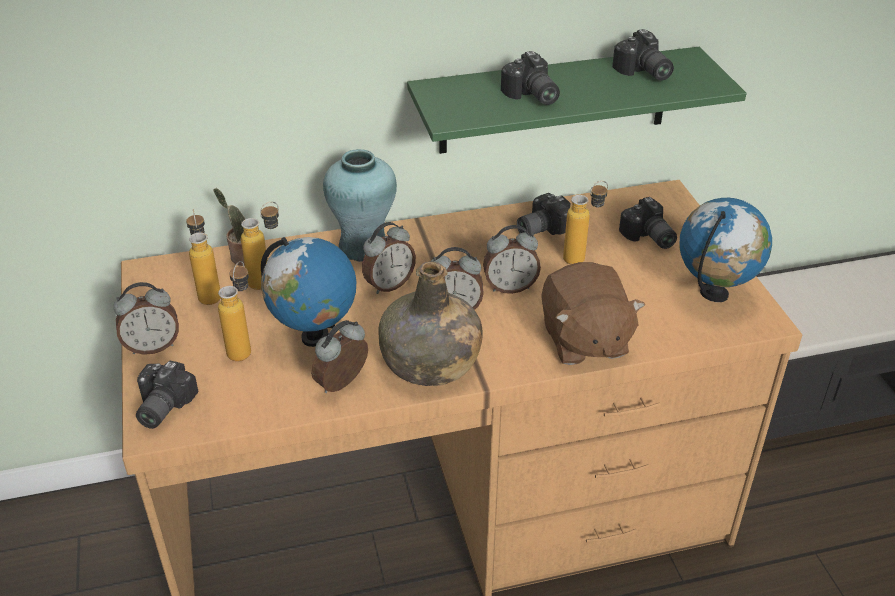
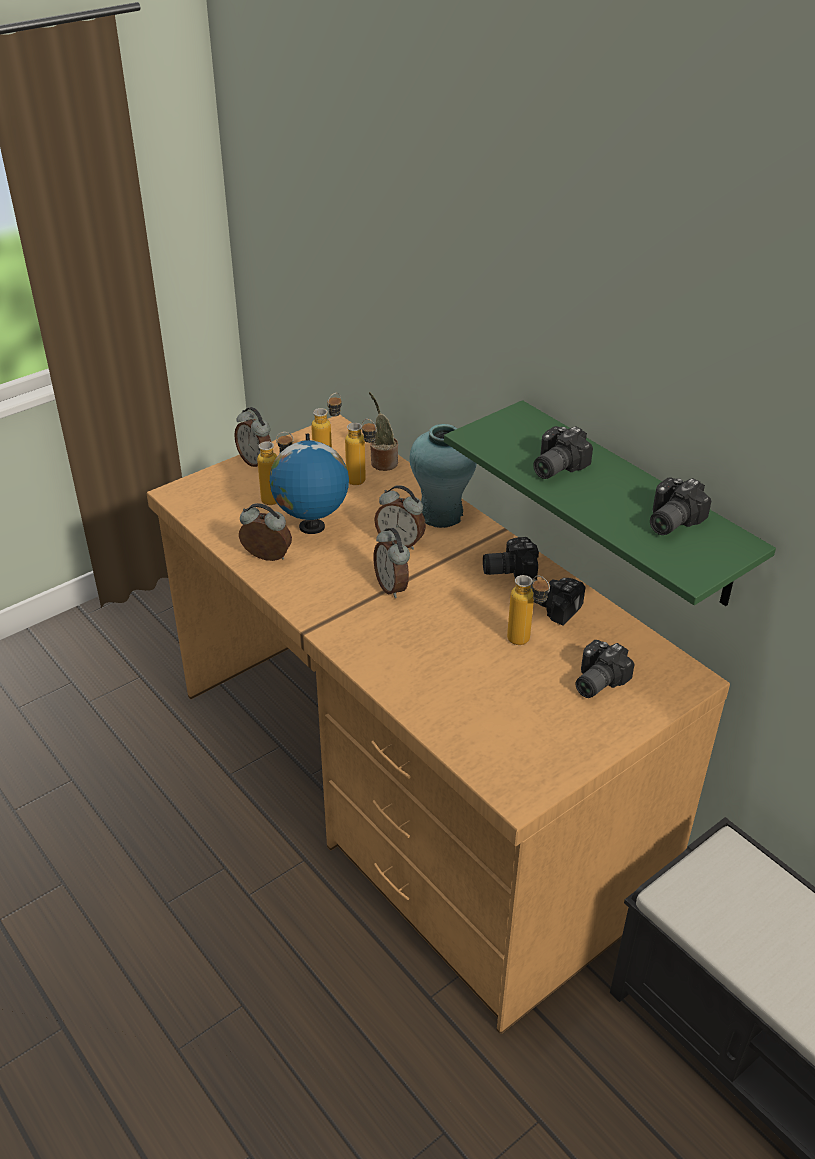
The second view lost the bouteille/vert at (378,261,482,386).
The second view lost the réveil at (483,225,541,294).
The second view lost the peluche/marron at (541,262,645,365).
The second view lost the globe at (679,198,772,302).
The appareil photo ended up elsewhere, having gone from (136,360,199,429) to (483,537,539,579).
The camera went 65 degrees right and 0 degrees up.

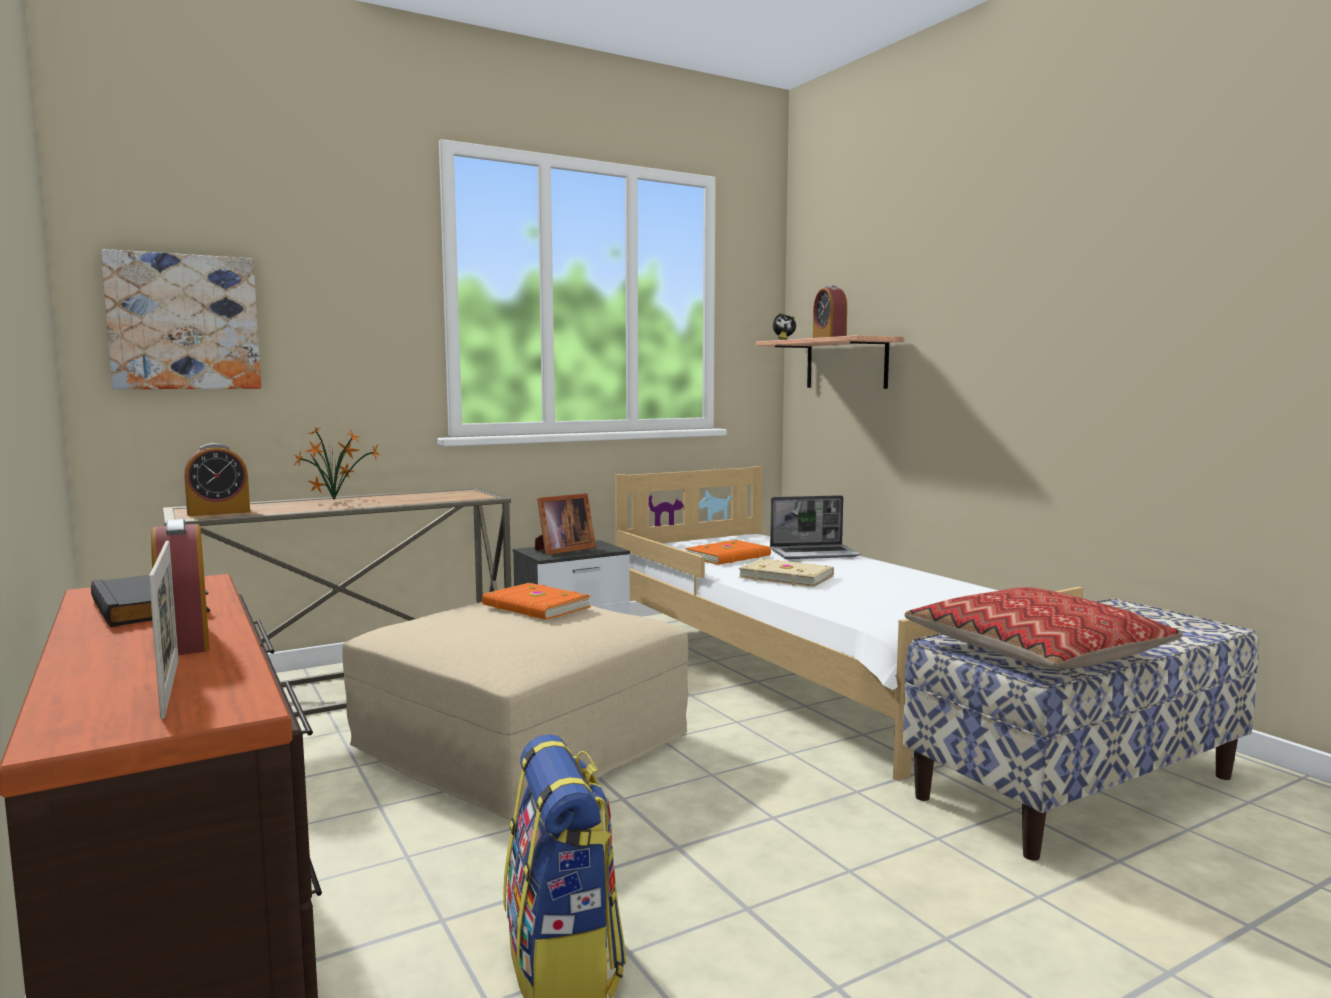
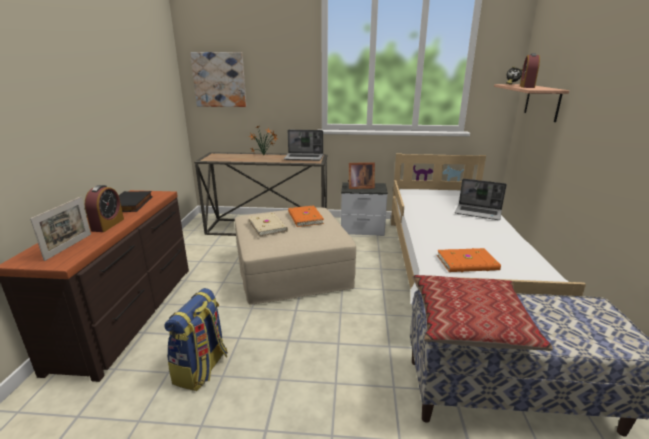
The second view lost the réveil at (184,443,250,516).
The second view gained the ordinateur portable at (284,130,323,161).
The livre/orange ended up elsewhere, having gone from (685,540,771,565) to (437,248,501,272).
The livre/beige ended up elsewhere, having gone from (739,559,834,587) to (249,213,288,237).
The camera went 35 degrees right and 15 degrees up.

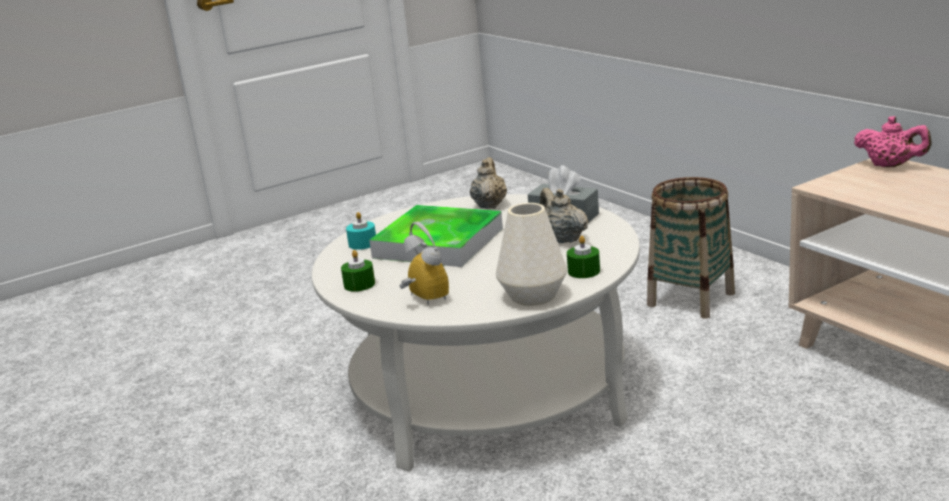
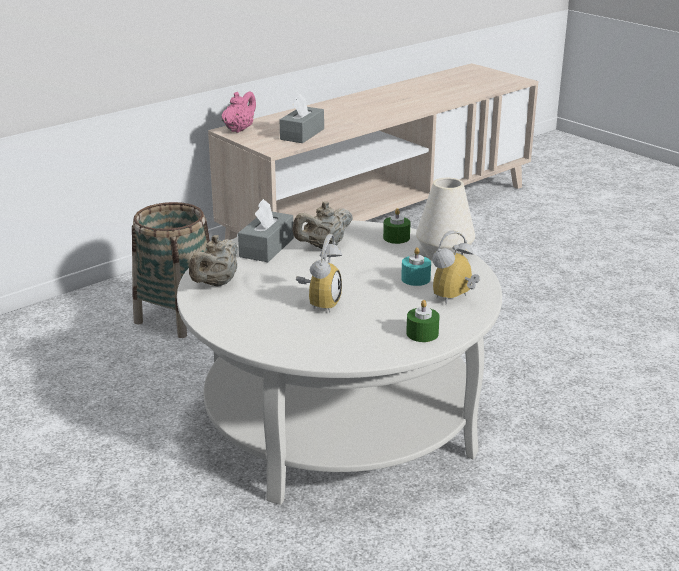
The second view gained the boîte à mouchoirs/gris at (280,94,324,143).
The bougie/turquoise ended up elsewhere, having gone from (346,212,376,250) to (401,247,431,286).
Where the plateau stood at (369,205,503,267), the réveil came to stand at (296,234,342,312).
The théière/beige at (470,157,507,209) ended up facing another way, 60 degrees counterclockwise from before.
The camera went 100 degrees left and 5 degrees up.

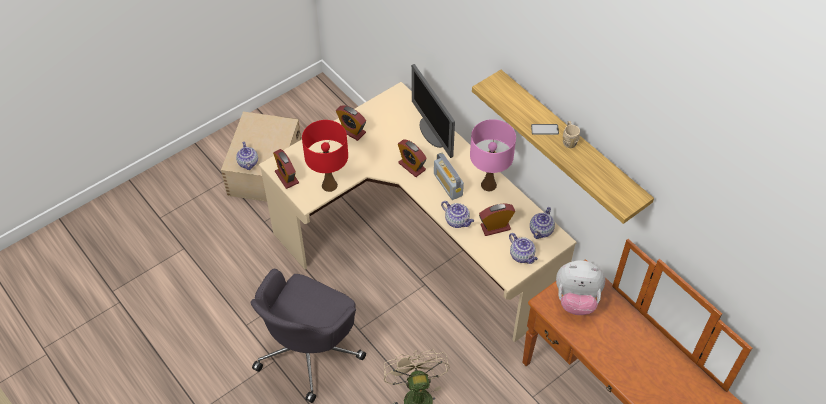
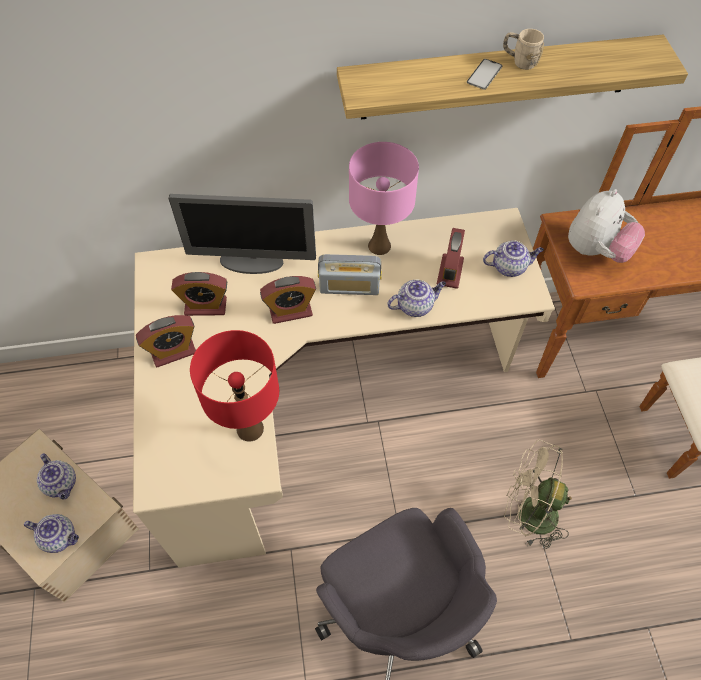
The réveil ended up elsewhere, having gone from (273,149,299,189) to (171,272,227,316).
The théière ended up elsewhere, having gone from (530,207,555,239) to (37,453,76,499).
The camera went 60 degrees left and 5 degrees up.

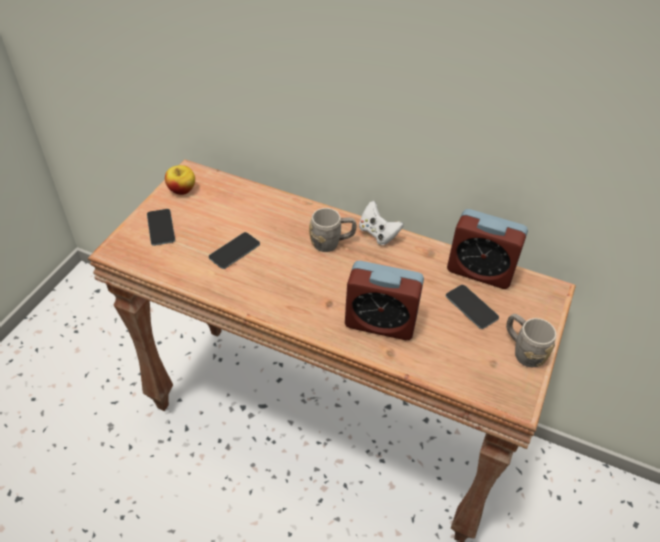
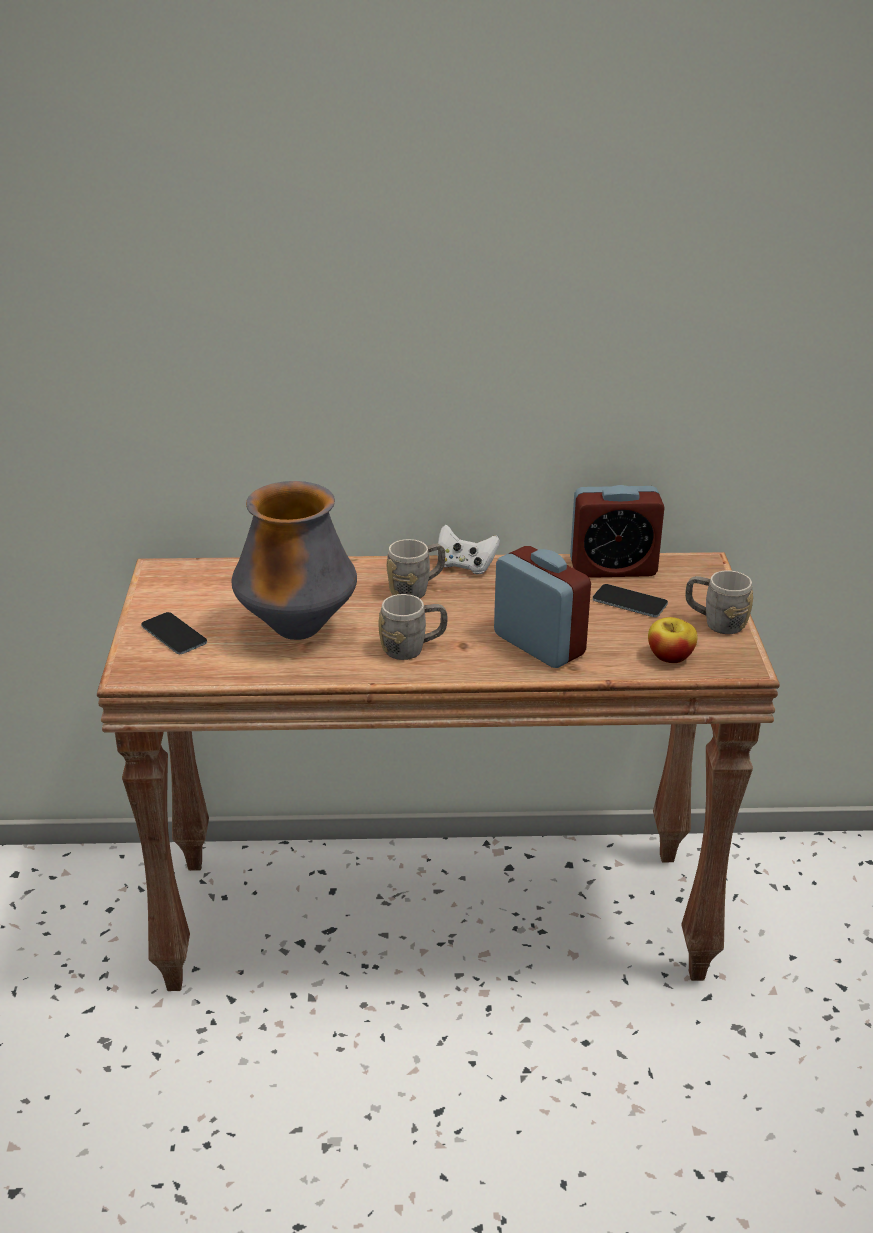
The second view gained the mug/gris at (378,594,448,660).
The pomme ended up elsewhere, having gone from (165,165,195,195) to (648,617,698,663).
Where the téléphone stood at (209,232,260,269), the vase came to stand at (232,481,357,640).
The réveil at (345,261,424,340) ended up facing another way, 120 degrees counterclockwise from before.
The camera went 25 degrees left and 15 degrees down.

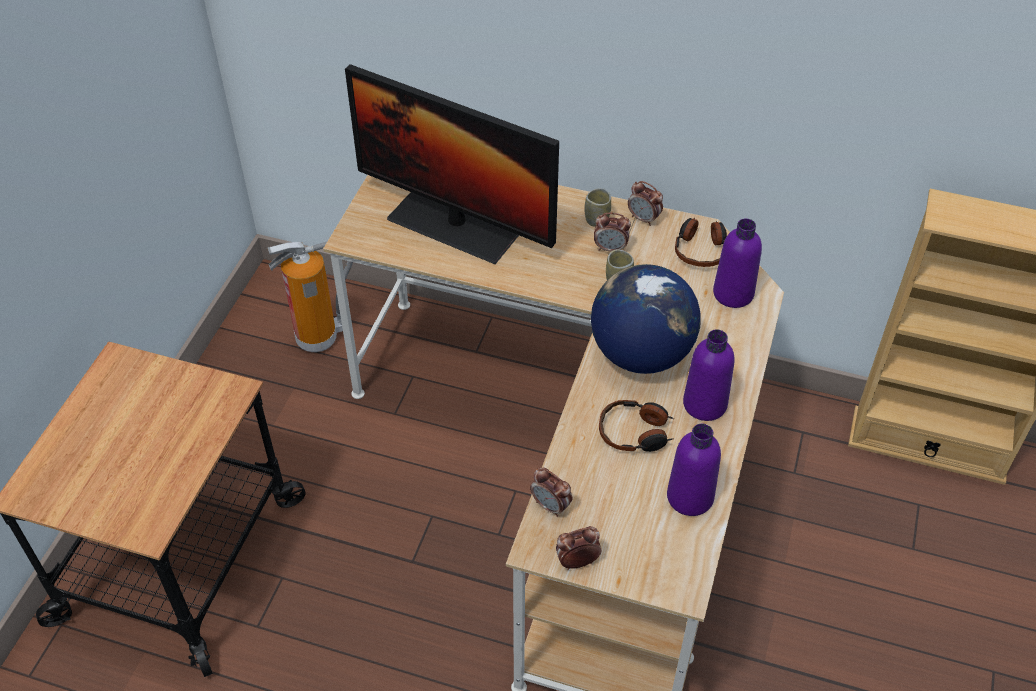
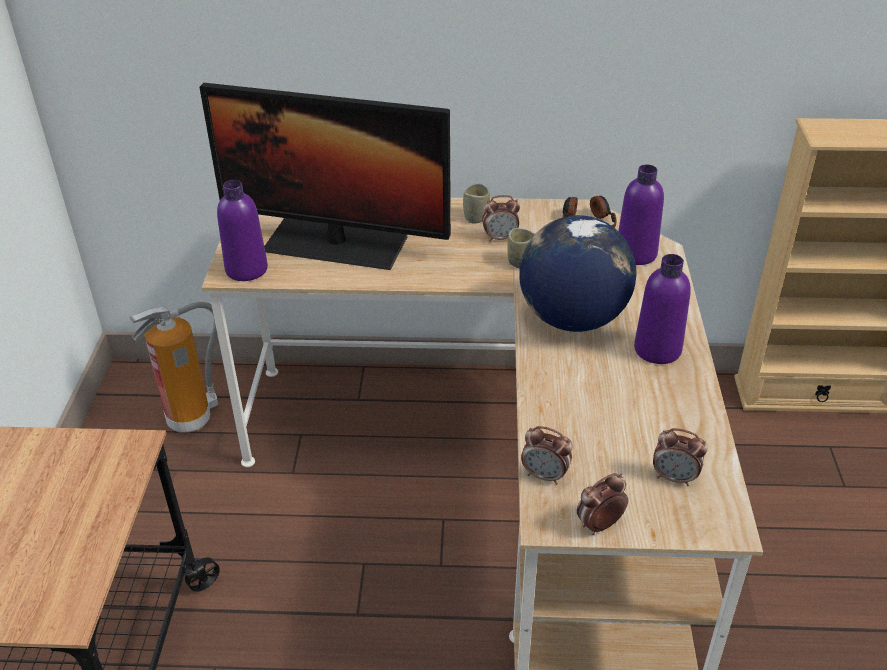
The second view lost the casque audio at (599,400,674,452).
The réveil ended up elsewhere, having gone from (628,181,663,226) to (653,428,708,486).
The bouteille/violet ended up elsewhere, having gone from (667,424,721,516) to (217,180,268,281).
The camera went 15 degrees left and 10 degrees down.

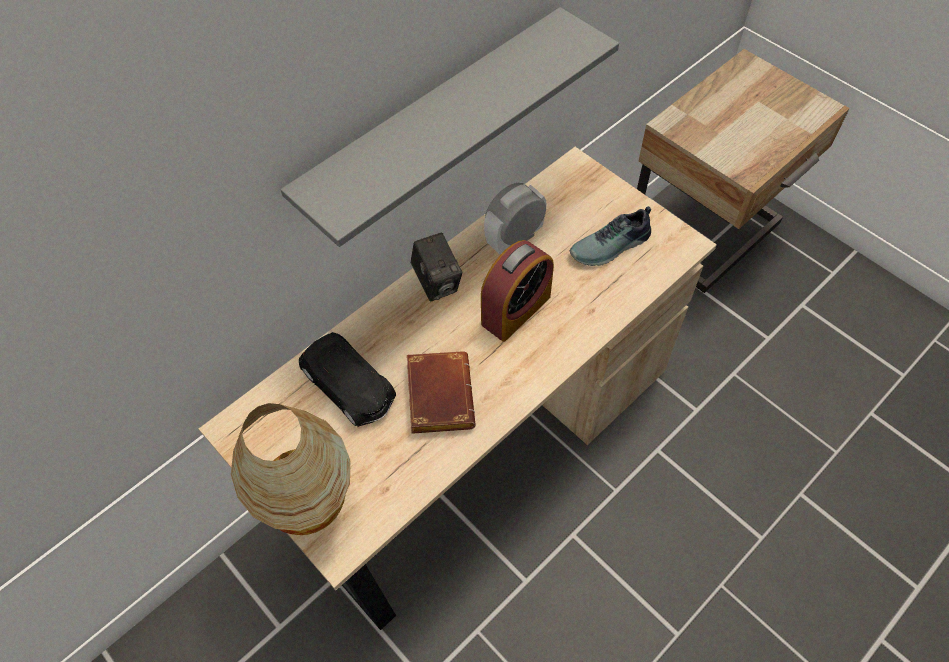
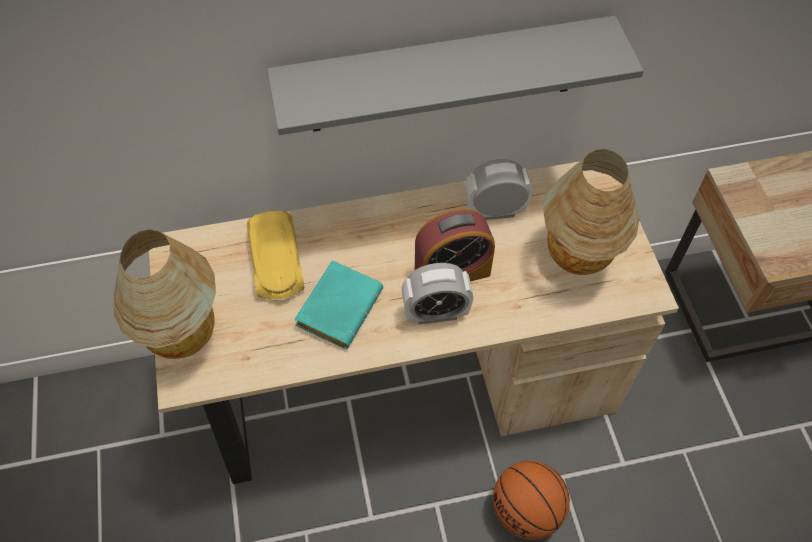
The second view lost the appareil photo at (411,233,462,301).
The second view gained the réveil at (402,263,473,325).
The second view gained the ballon de basket at (493,461,570,540).
Where the chaussure stood at (570,206,651,266), the lampe de table came to stand at (543,149,640,275).
What was the petite voiture/noir at (299,332,396,427) turned into the petite voiture/jaune at (247,211,304,301).
What was the livre/marron at (407,351,476,434) turned into the livre/turquoise at (294,260,383,349).
The camera went 30 degrees right and 0 degrees up.

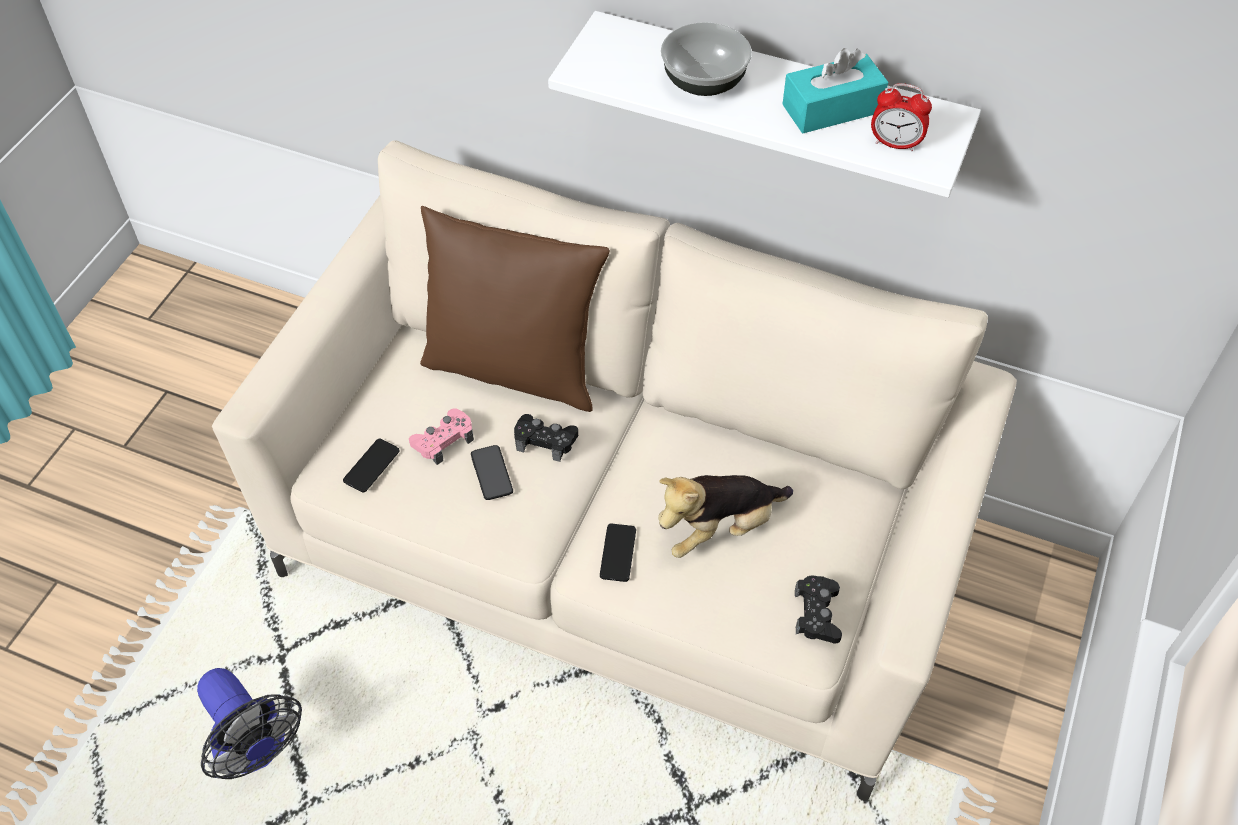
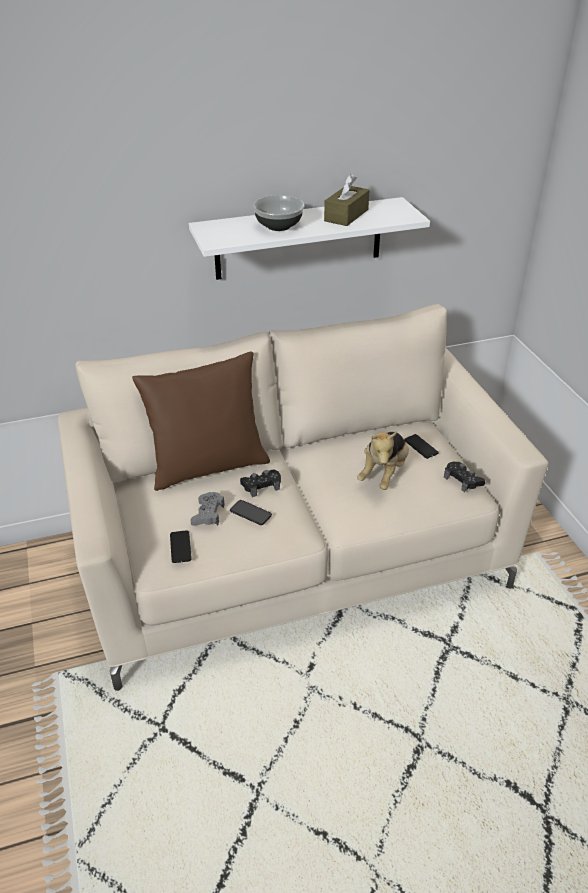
The second view lost the ventilateur at (197,668,302,779).
The second view lost the réveil at (871,83,932,151).
The téléphone ended up elsewhere, having gone from (600,524,636,582) to (404,434,439,459).
What was the manette/rose at (409,408,474,465) turned into the manette/gris at (190,492,225,526).
What was the boîte à mouchoirs/turquoise at (782,48,888,133) turned into the boîte à mouchoirs/marron at (324,174,370,226).
The camera went 40 degrees left and 15 degrees down.

